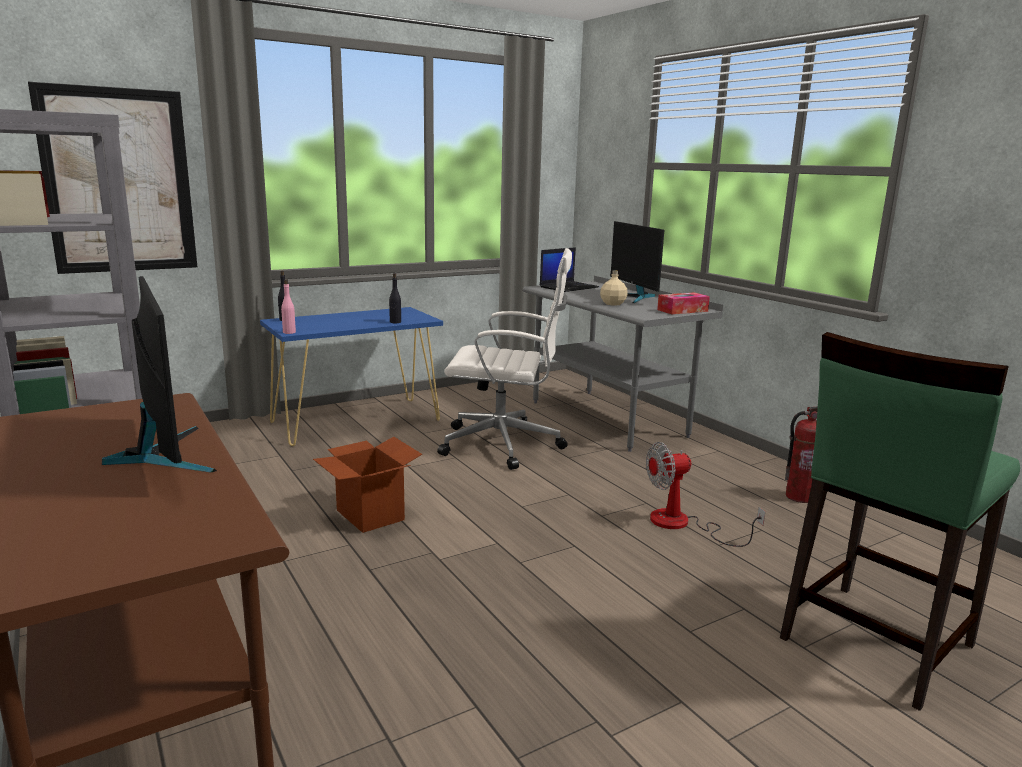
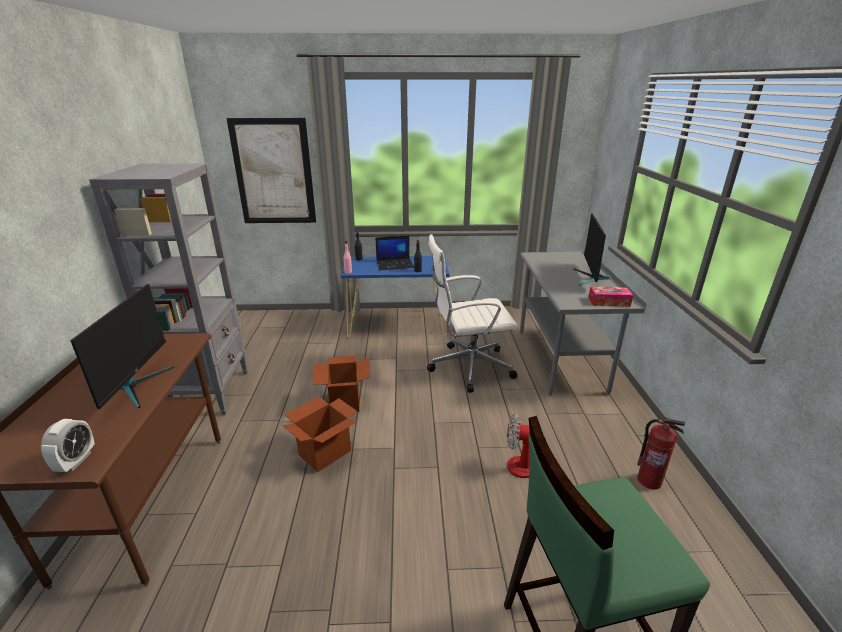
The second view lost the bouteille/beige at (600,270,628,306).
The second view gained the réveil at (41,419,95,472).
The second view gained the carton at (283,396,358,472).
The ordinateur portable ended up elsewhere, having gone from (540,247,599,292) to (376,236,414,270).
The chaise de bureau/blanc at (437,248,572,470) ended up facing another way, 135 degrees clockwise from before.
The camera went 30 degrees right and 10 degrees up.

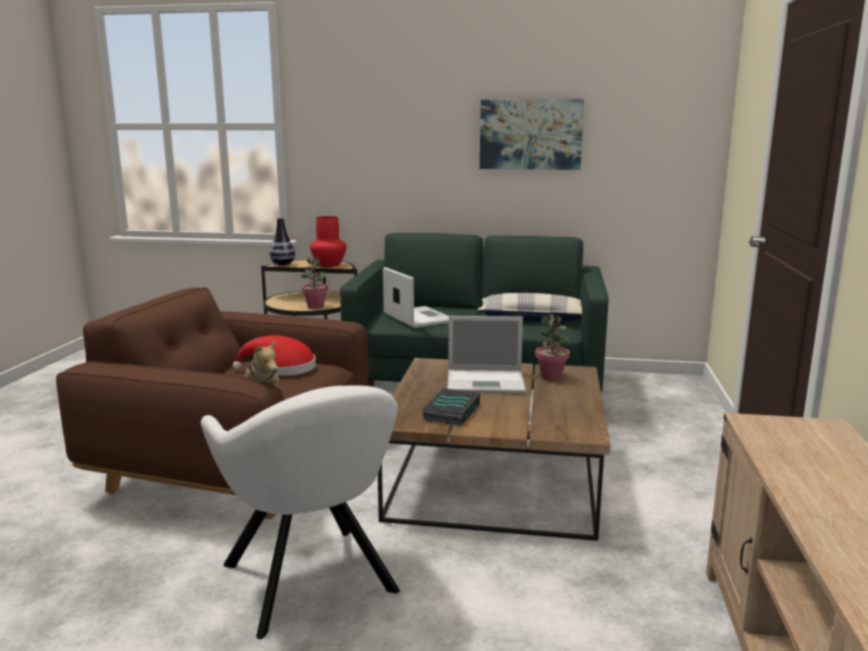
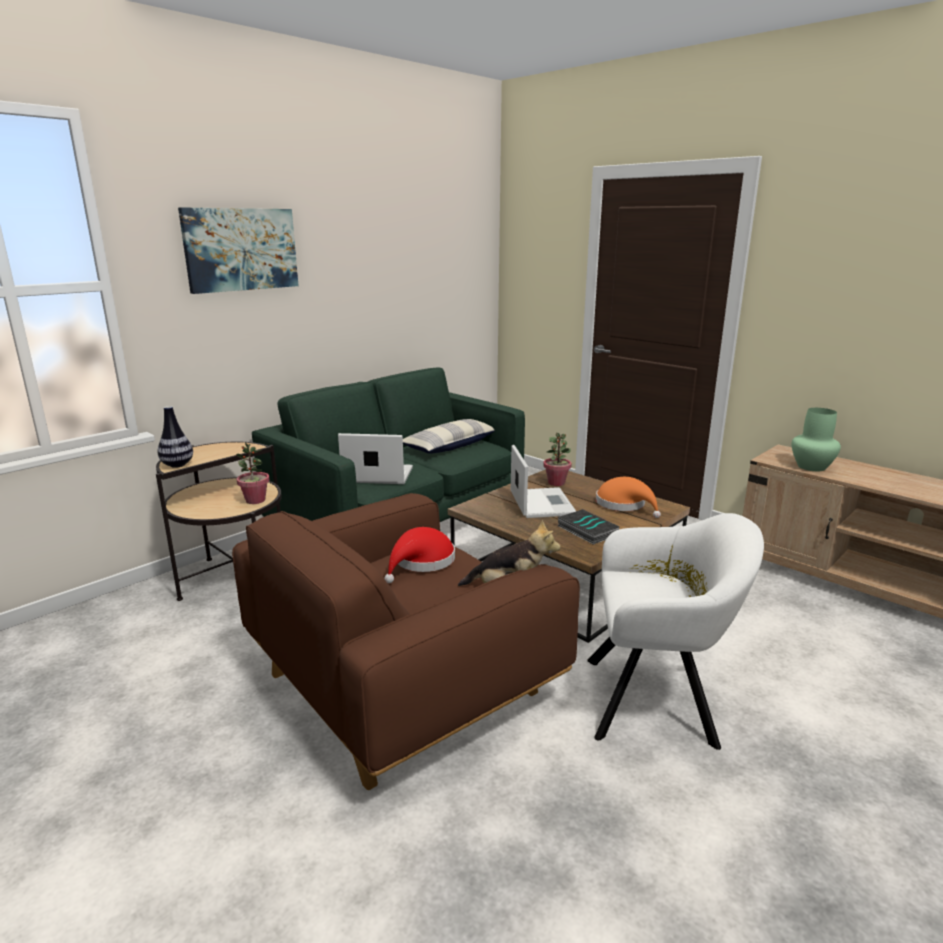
The second view lost the vase/rouge at (310,216,346,267).
The second view gained the chapeau/orange at (596,477,661,518).
The second view gained the vase/vert at (791,408,841,471).
The tableau ended up elsewhere, having gone from (480,99,584,170) to (178,207,299,294).
The ordinateur portable at (447,316,526,394) ended up facing another way, 45 degrees counterclockwise from before.
The camera went 55 degrees left and 5 degrees up.

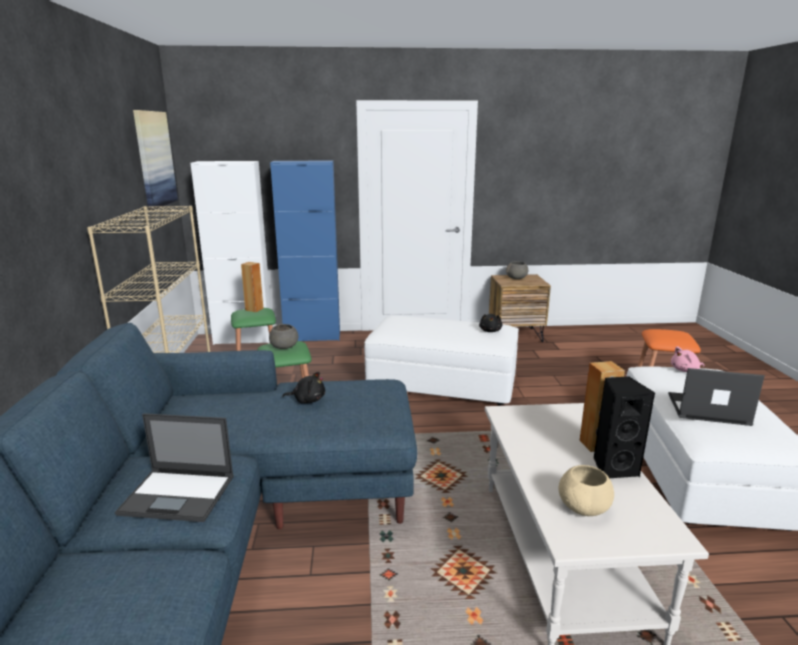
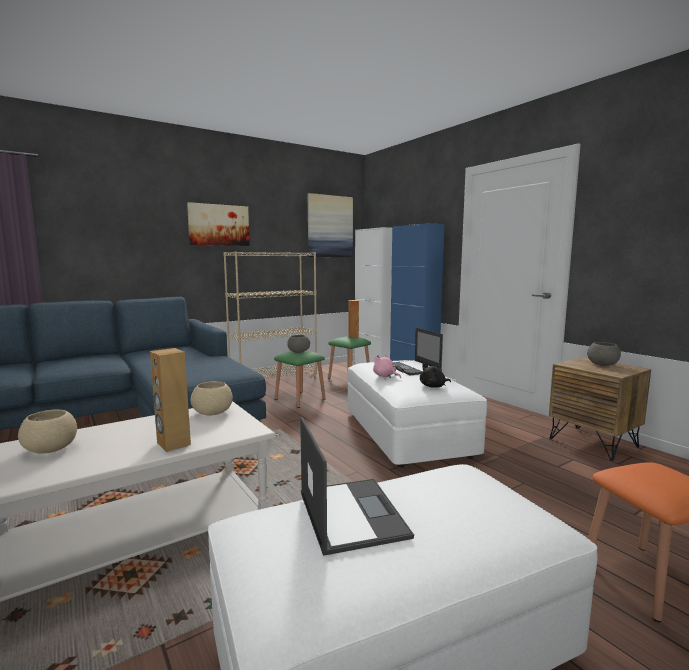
The second view lost the peluche/noir at (282,372,325,403).
The second view lost the enceinte/noir at (594,376,655,478).
The second view gained the tableau at (187,202,250,246).
The second view gained the bol/beige at (191,381,233,416).
The ordinateur portable ended up elsewhere, having gone from (115,413,234,522) to (393,328,443,375).
The peluche/rose ended up elsewhere, having gone from (671,346,704,372) to (373,354,401,378).
The camera went 60 degrees right and 10 degrees down.

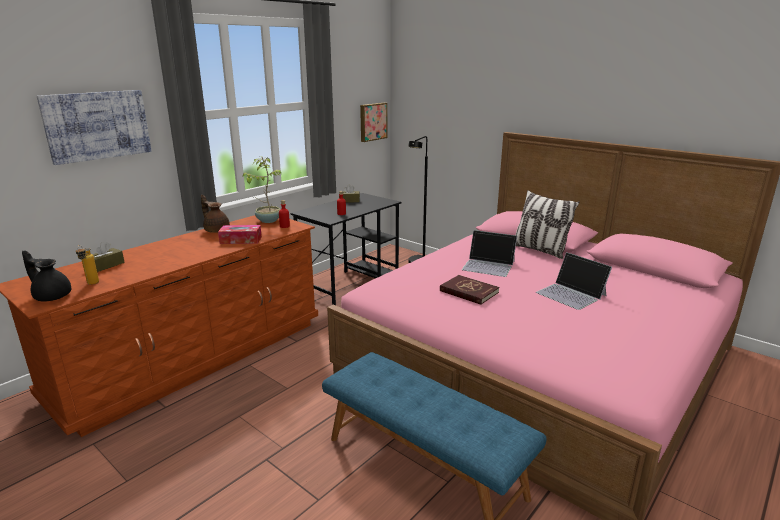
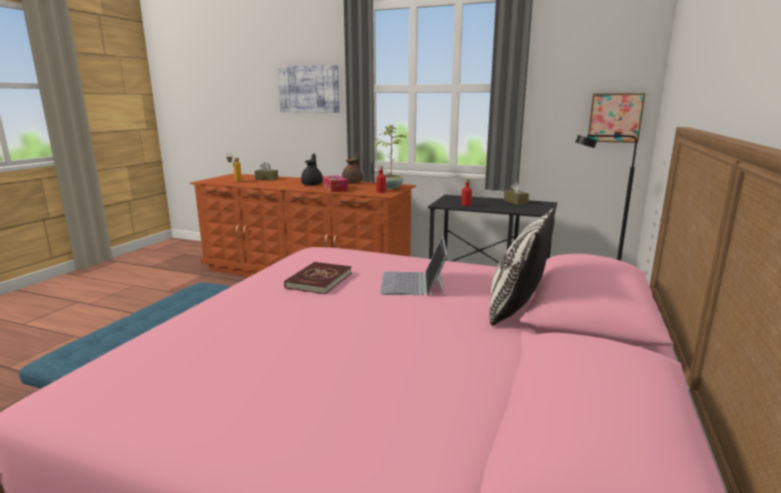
The second view lost the ordinateur portable at (536,252,612,310).
The théière/noir ended up elsewhere, having gone from (22,250,71,302) to (301,153,323,185).
The camera went 70 degrees right and 5 degrees down.

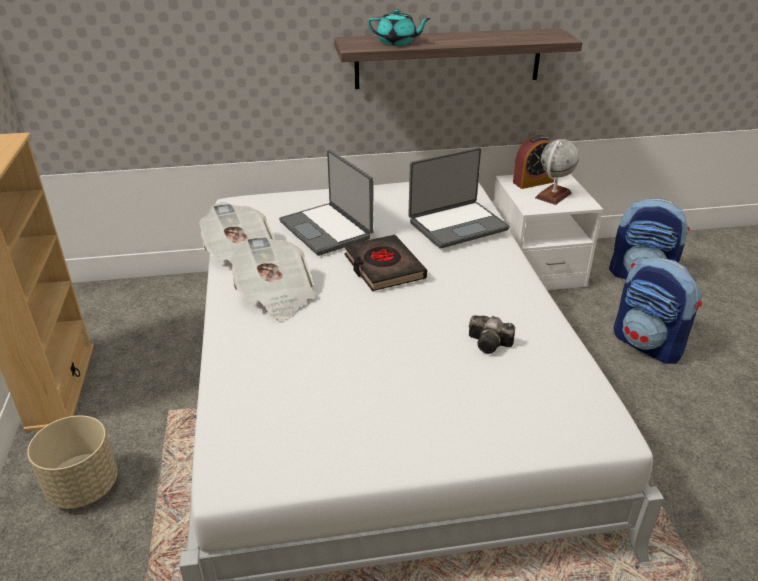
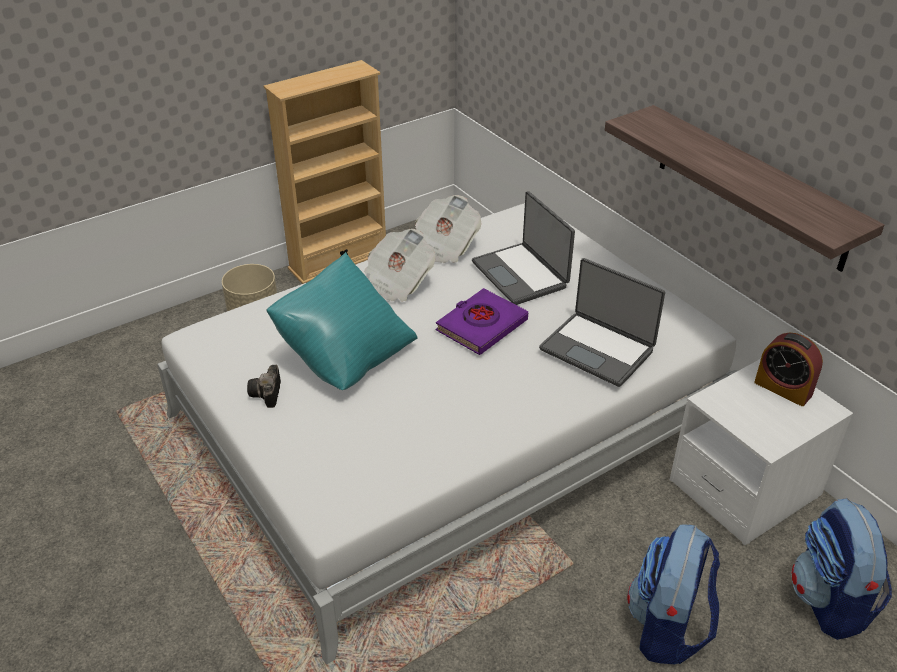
The second view lost the théière/turquoise at (367,9,431,45).
The second view lost the globe at (535,139,579,205).
The second view gained the coussin/turquoise at (266,252,418,390).
The appareil photo ended up elsewhere, having gone from (469,315,515,354) to (247,365,281,408).
What was the livre/noir at (344,235,427,291) turned into the livre/violet at (436,288,528,355).
The ordinateur portable at (279,150,373,256) ended up facing another way, 60 degrees counterclockwise from before.
The camera went 65 degrees right and 5 degrees up.

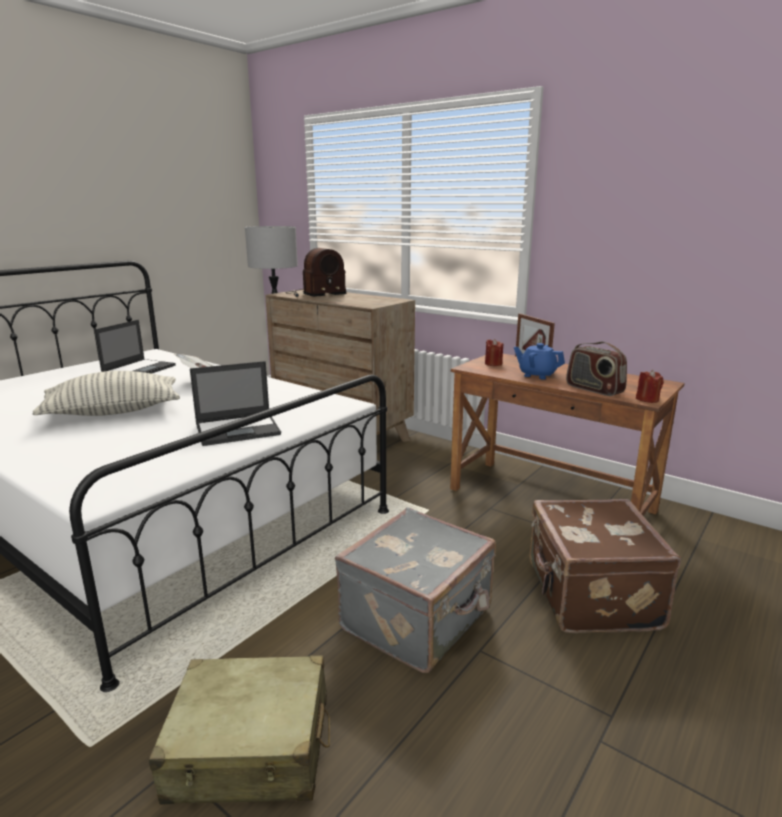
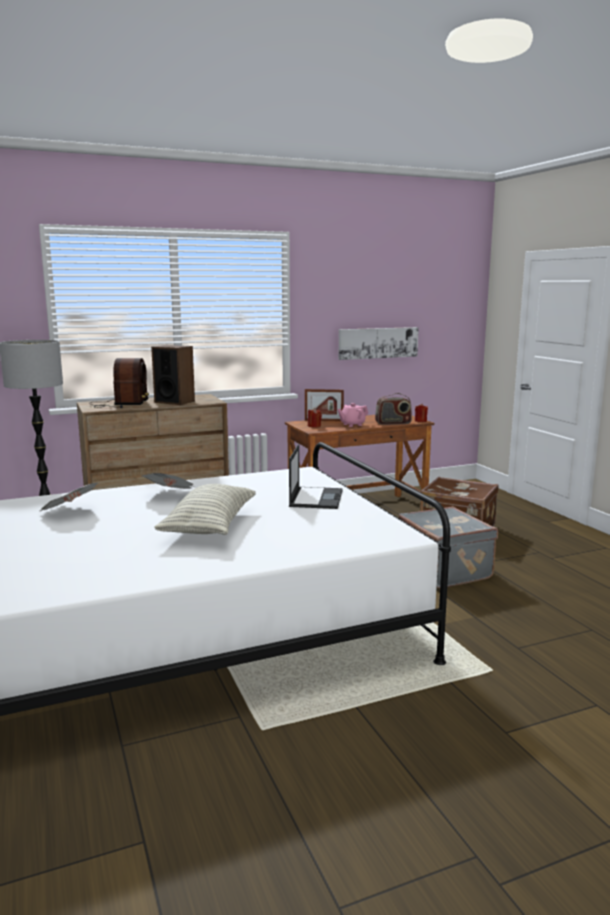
The second view lost the valise/beige at (149,655,330,804).
The second view gained the enceinte at (151,345,195,405).
The second view gained the tableau at (339,327,419,360).
Where the ordinateur portable stood at (94,320,176,374), the journal came to stand at (40,483,98,511).
What was the théière/bleu at (514,343,565,379) turned into the théière/rose at (337,403,368,427).
The camera went 60 degrees left and 5 degrees down.

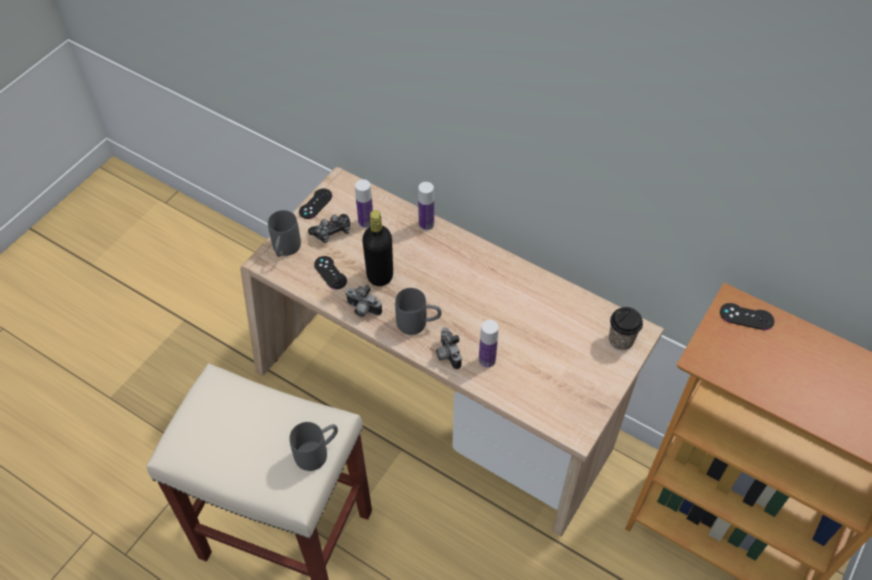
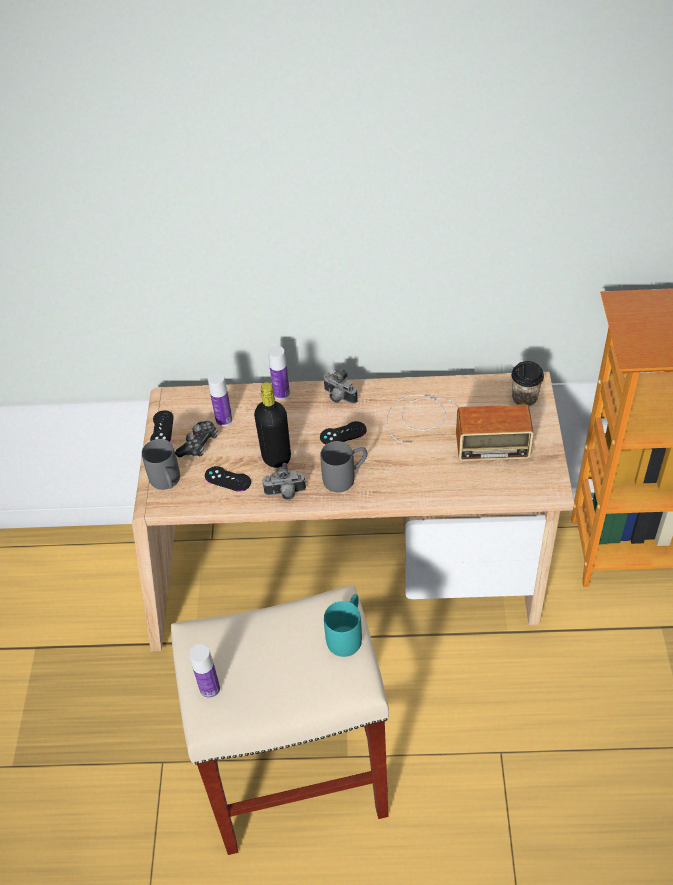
The second view gained the radio at (386,395,534,461).
The appareil photo ended up elsewhere, having gone from (436,327,462,369) to (323,370,358,404).
The bouteille ended up elsewhere, having gone from (479,320,498,368) to (189,644,220,699).
The manette/noir ended up elsewhere, having gone from (720,303,774,330) to (320,421,367,444).
What was the mug/gris at (289,422,338,471) turned into the mug/turquoise at (324,594,362,657).
The camera went 30 degrees left and 5 degrees down.

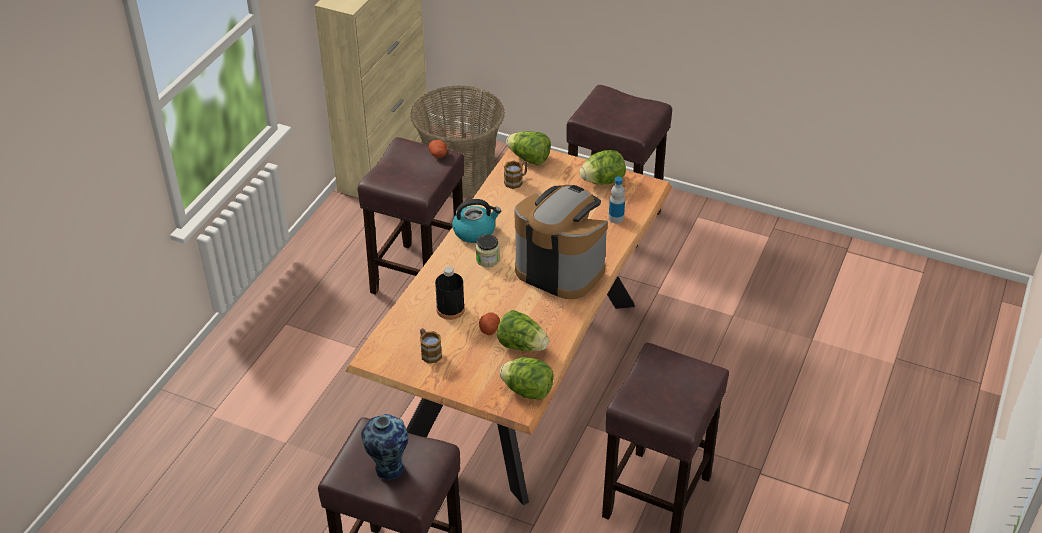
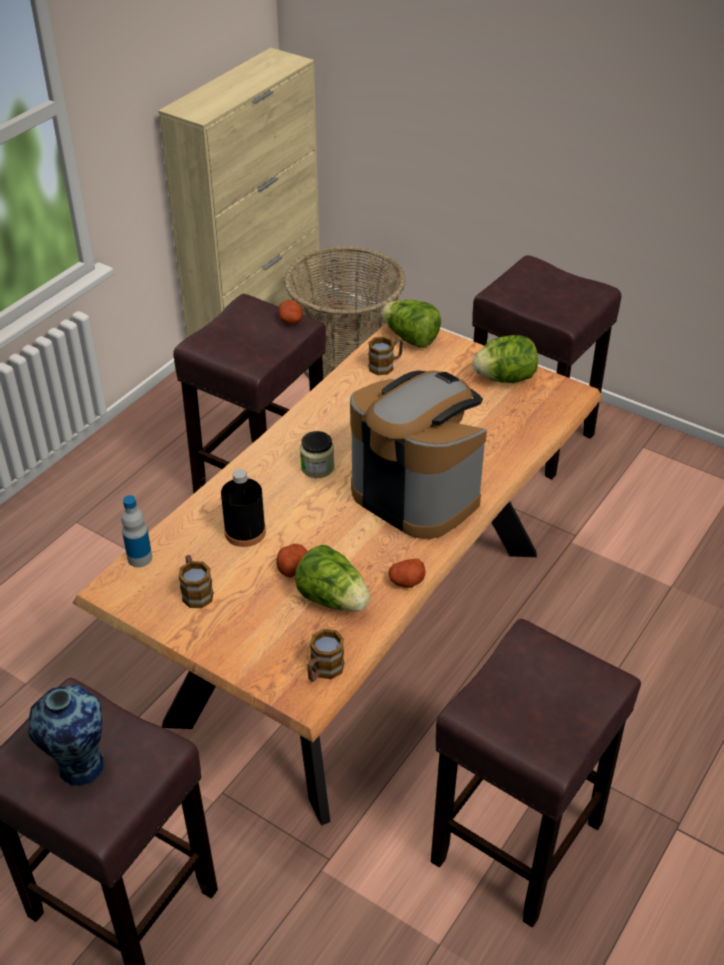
The second view lost the bouilloire at (452,199,501,243).
The second view gained the pomme de terre at (388,559,426,588).
The bouteille ended up elsewhere, having gone from (609,177,625,224) to (121,495,152,567).
Where the laitue stood at (499,357,553,400), the mug came to stand at (307,629,344,682).
The camera went 10 degrees right and 0 degrees up.

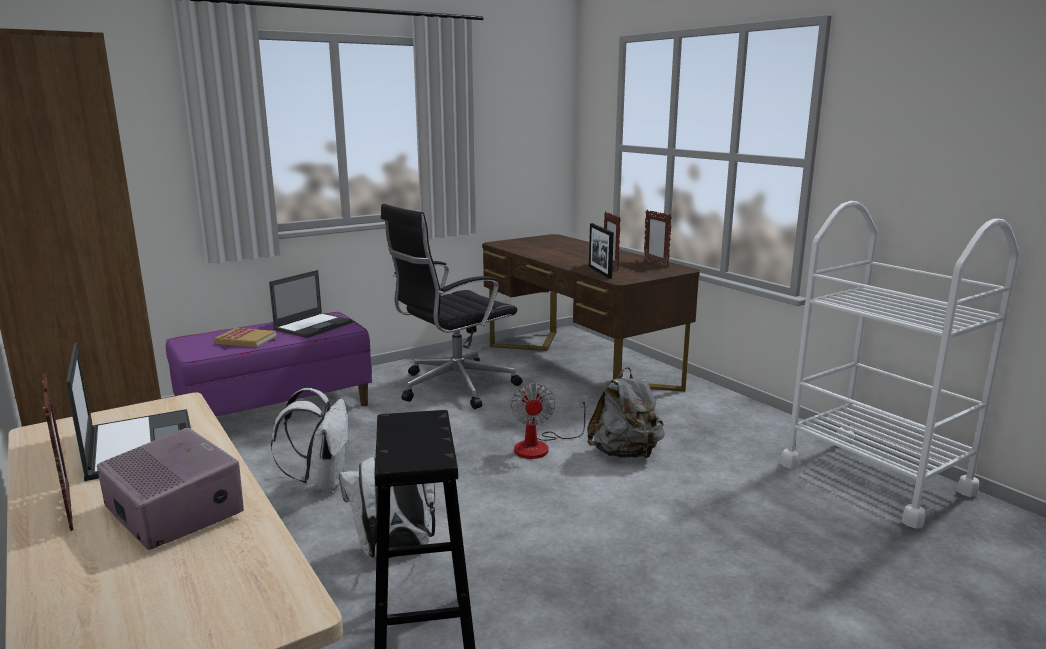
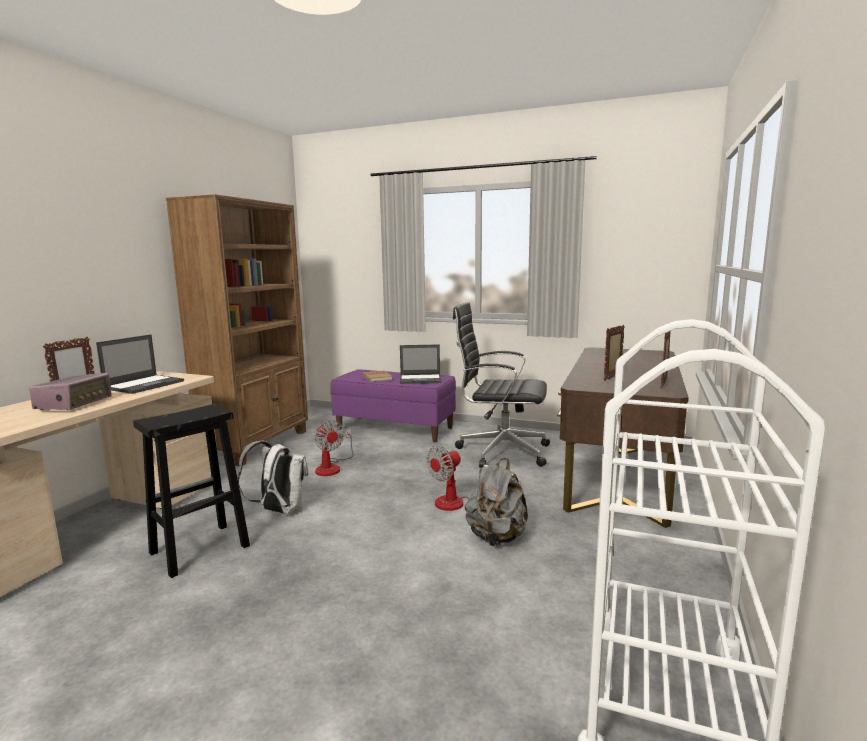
The second view lost the cadre photo at (589,223,614,279).
Where the sac à dos/blanc stood at (271,388,350,492), the ventilateur came to stand at (315,420,353,476).
The camera went 55 degrees right and 5 degrees down.

